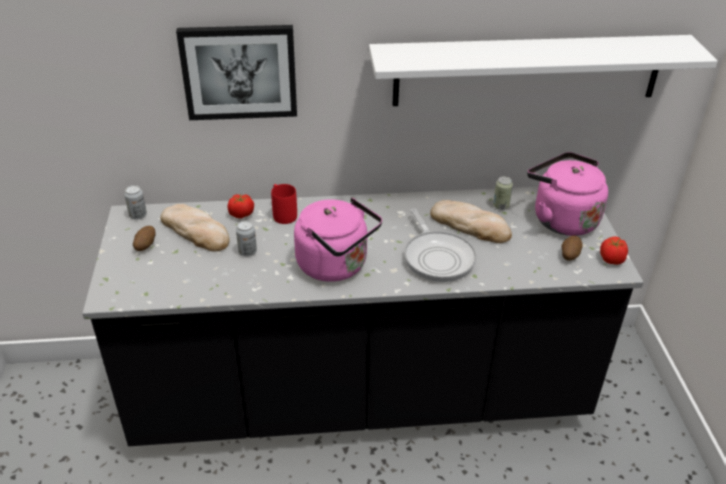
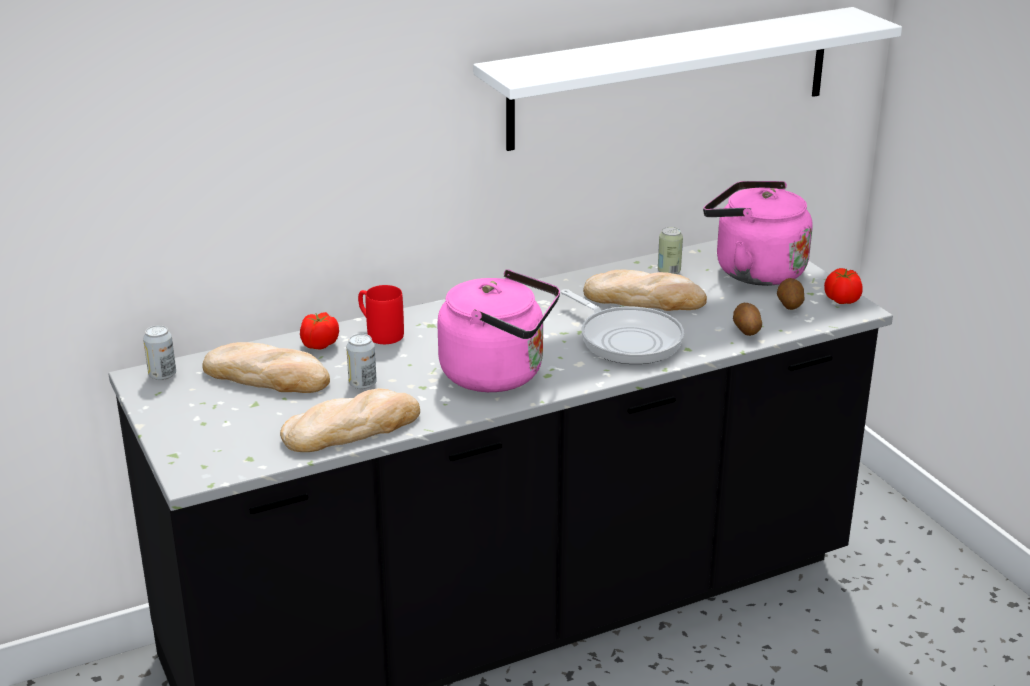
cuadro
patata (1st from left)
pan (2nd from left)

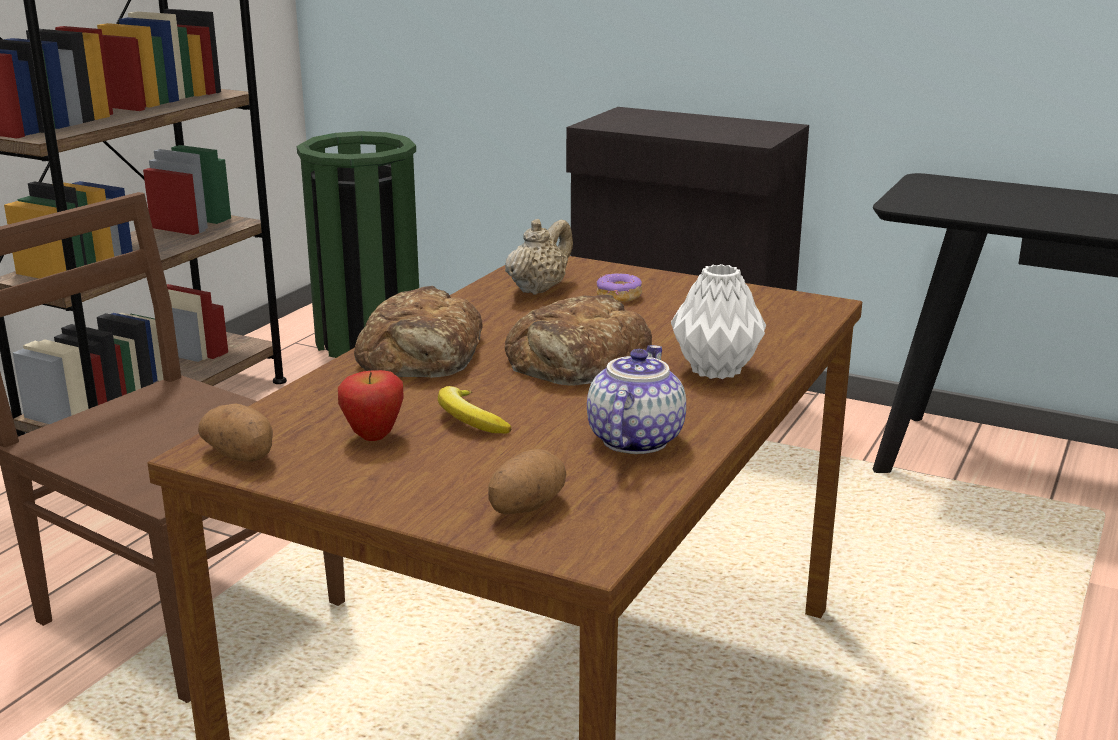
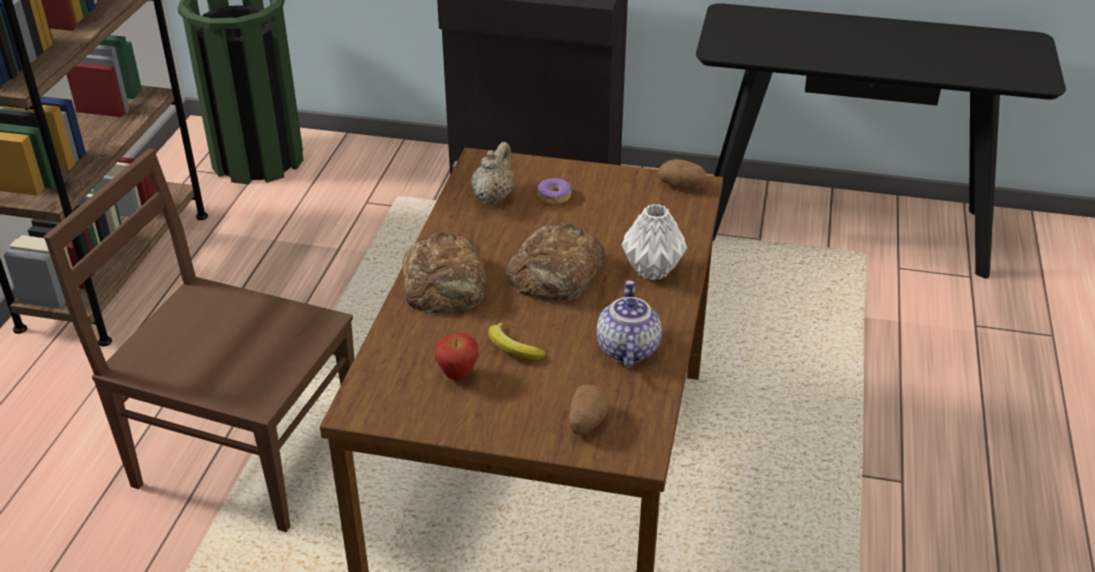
patata (2nd from left)

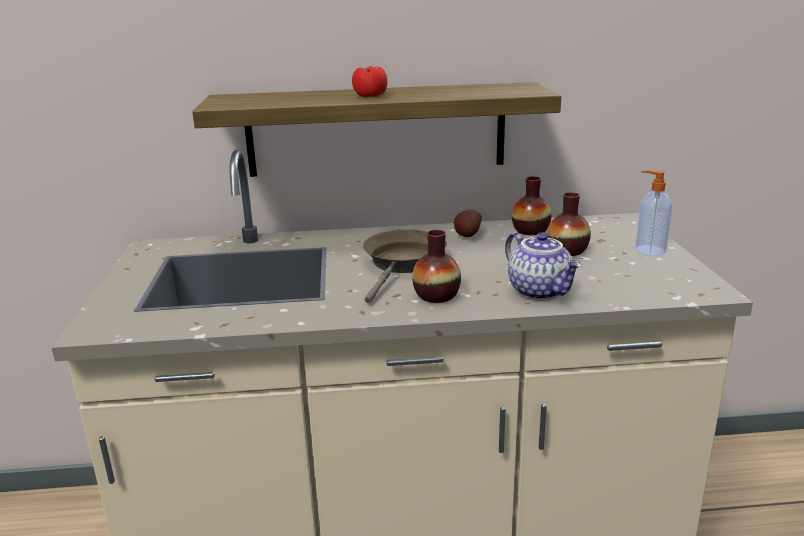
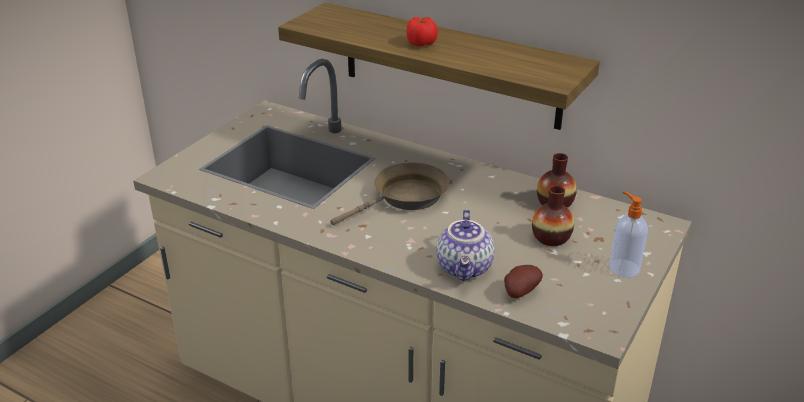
patata
florero (1st from left in the first image)

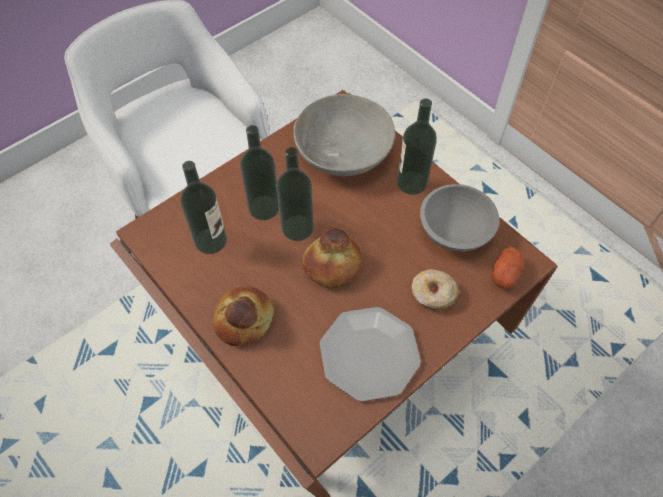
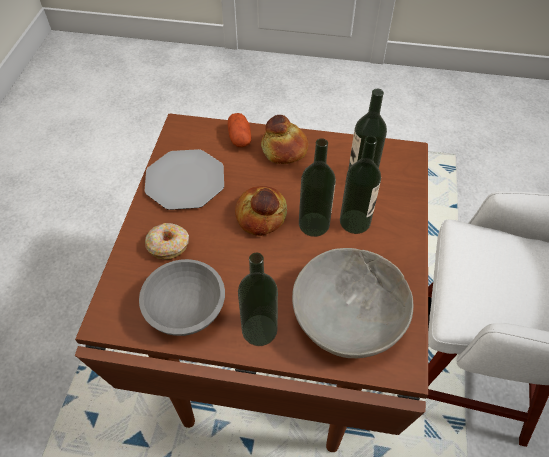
patata

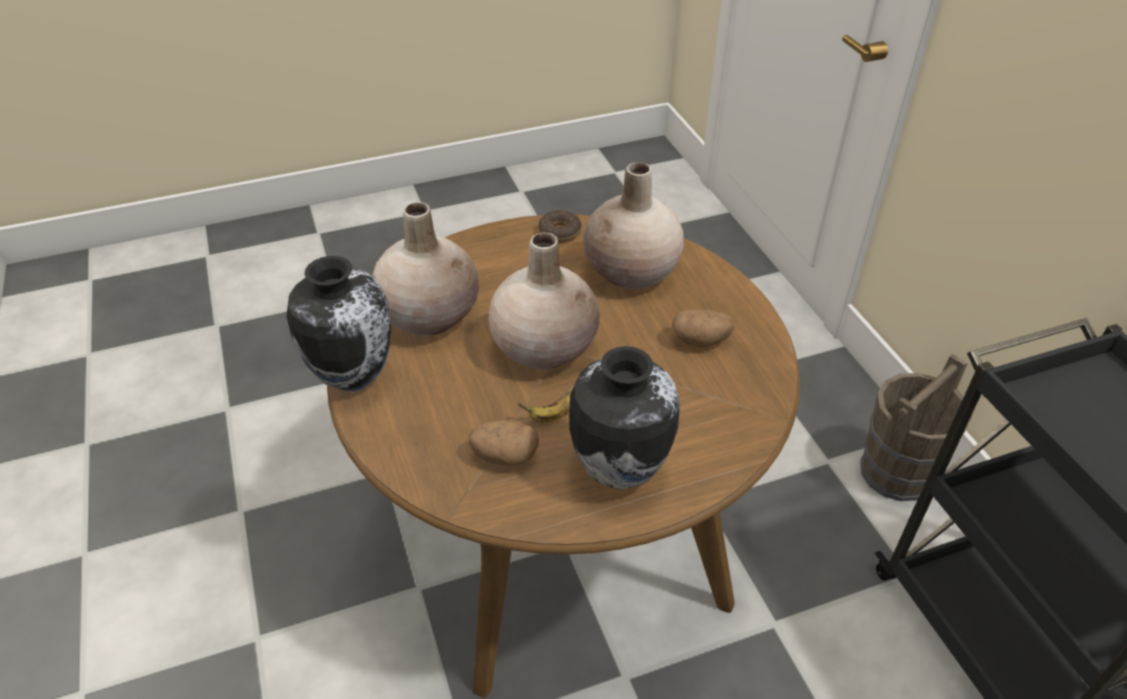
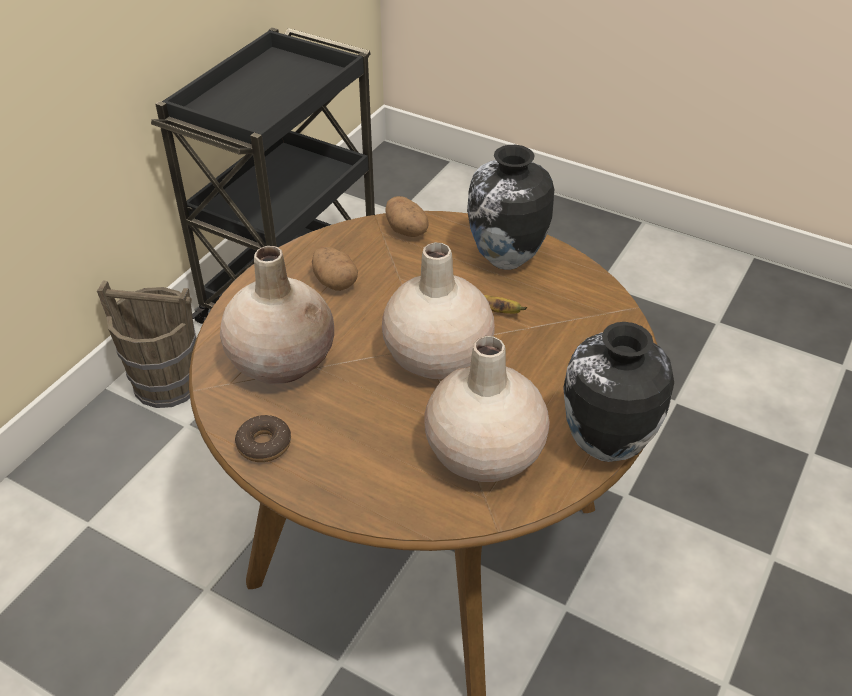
patata (2nd from left)

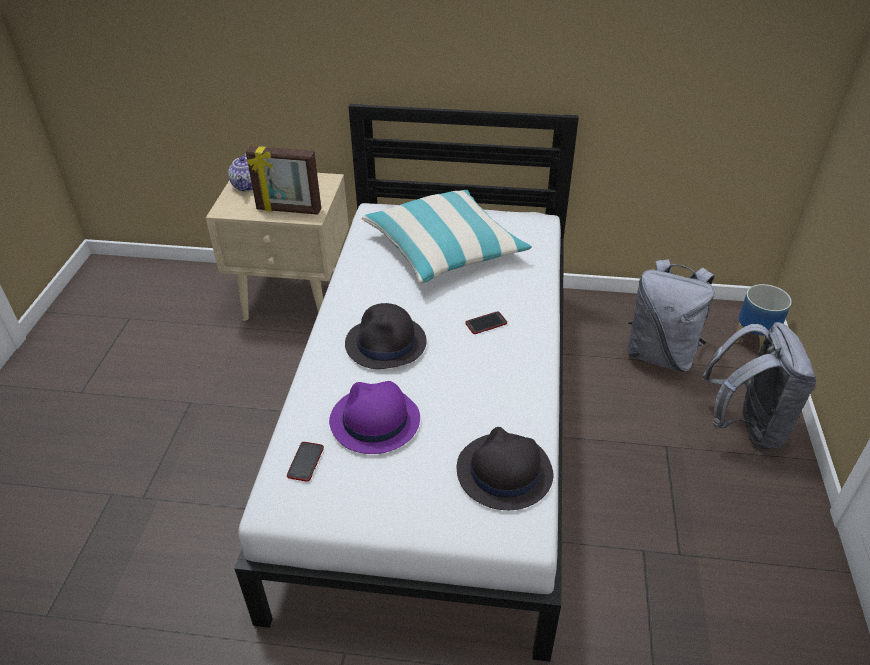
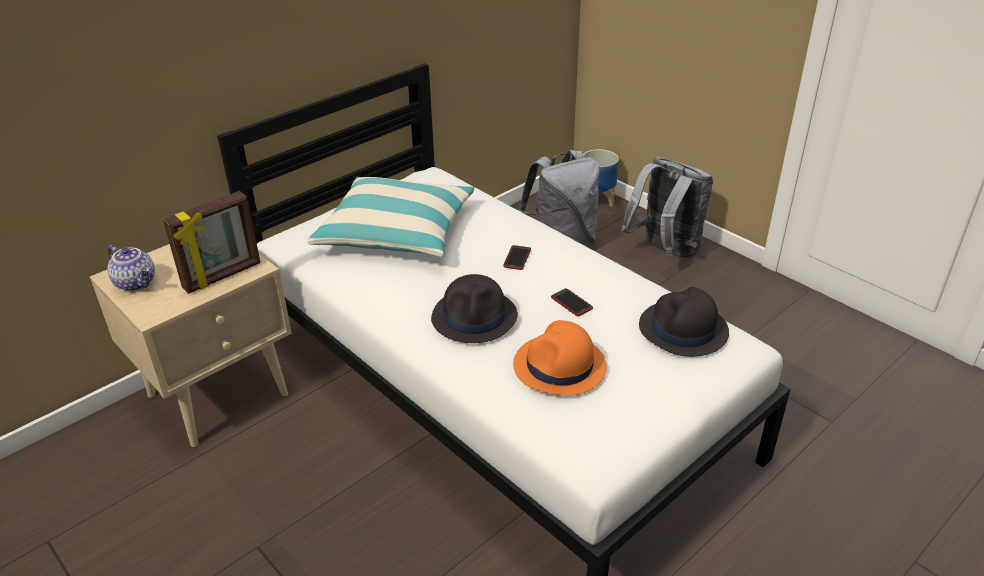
sombrero/naranja
móvil (2nd from left)

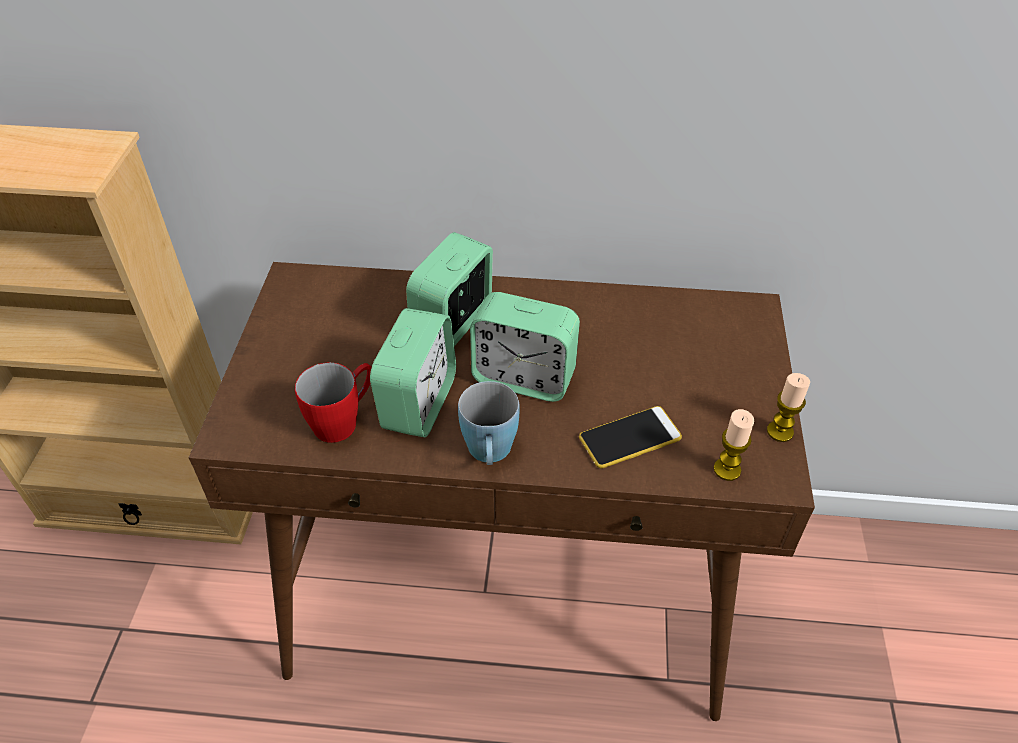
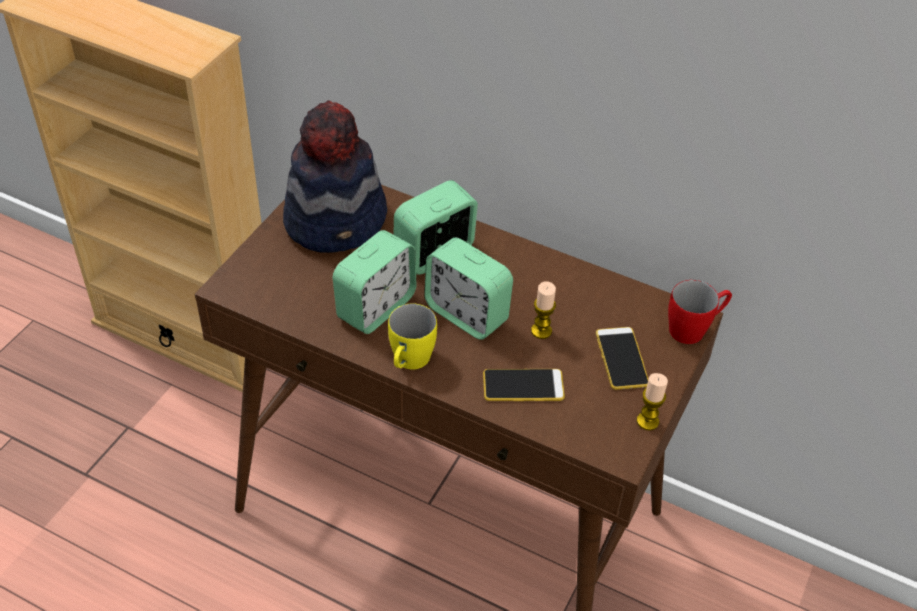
taza grande/rojo
taza grande/amarillo
vela (1st from left)
sombrero
móvil (2nd from left)

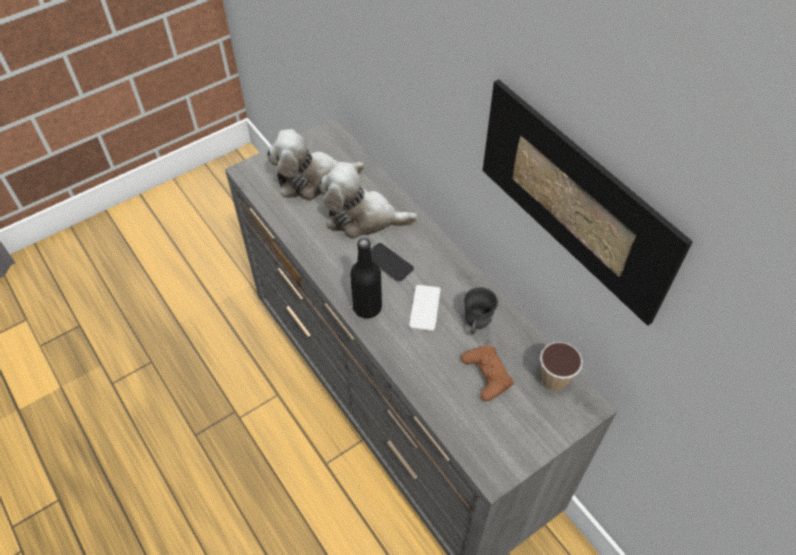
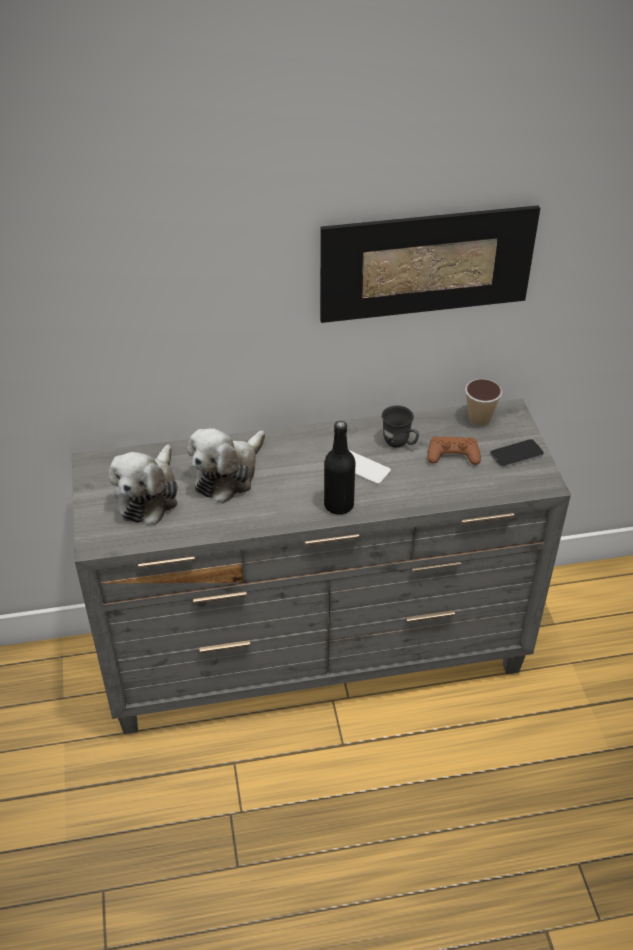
móvil (2nd from left)

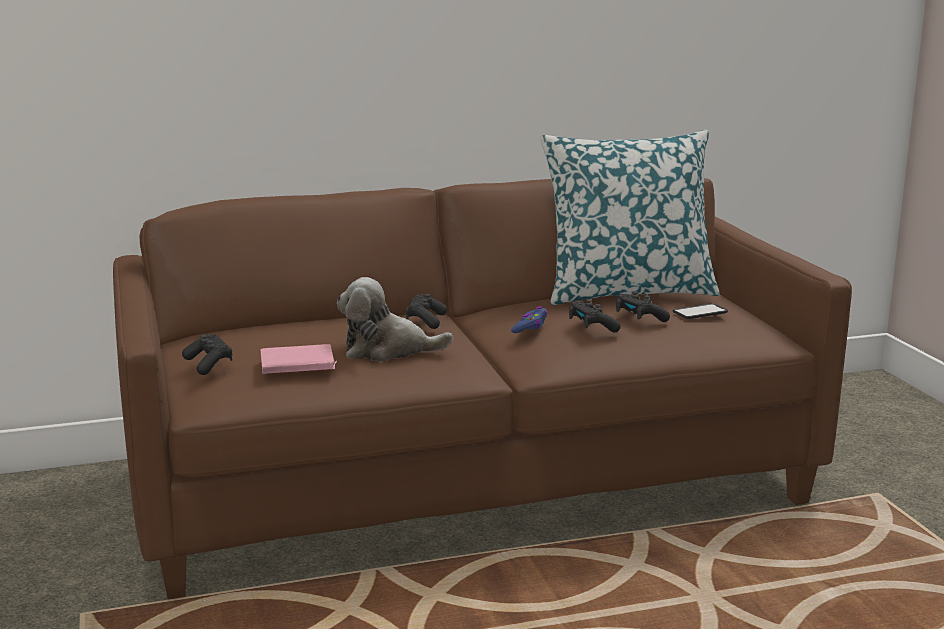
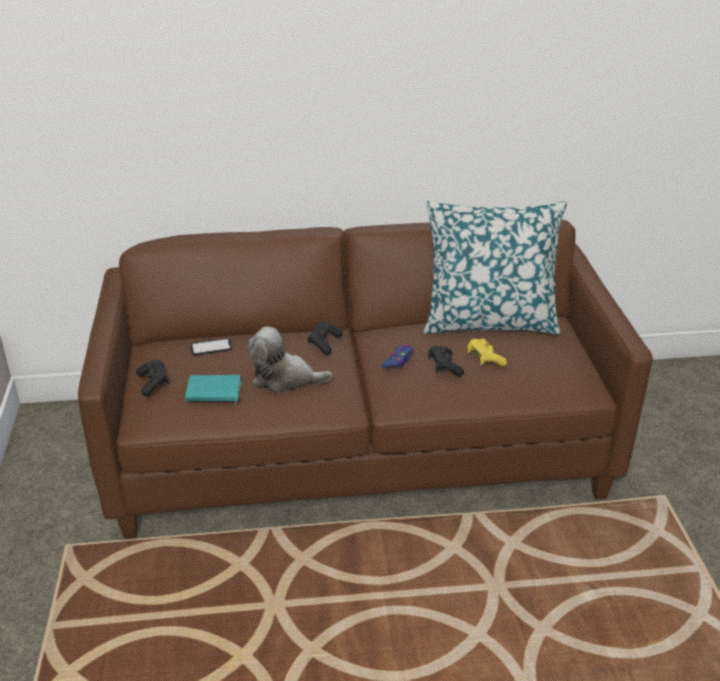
mando de consola/amarillo
móvil
libro/turquesa

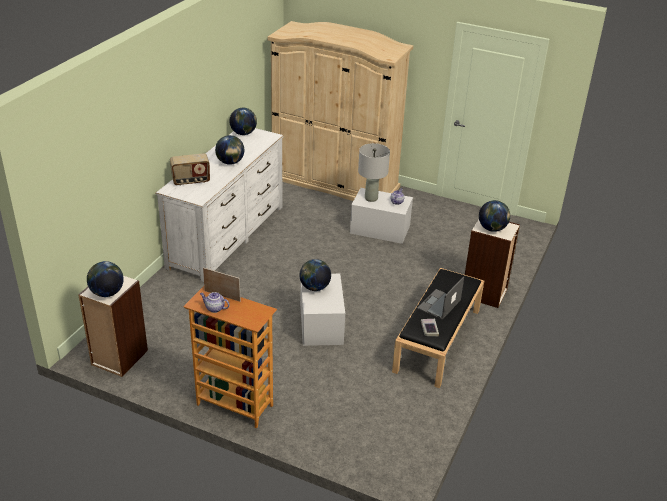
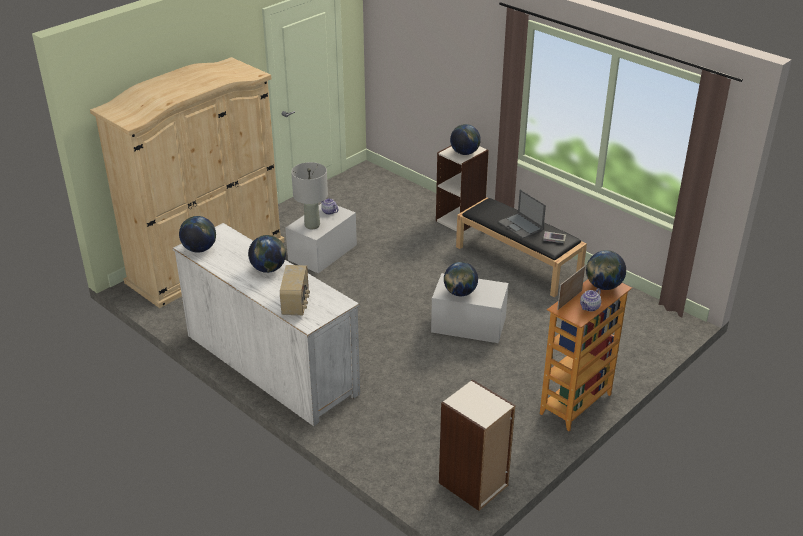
globo terráqueo (5th from left)

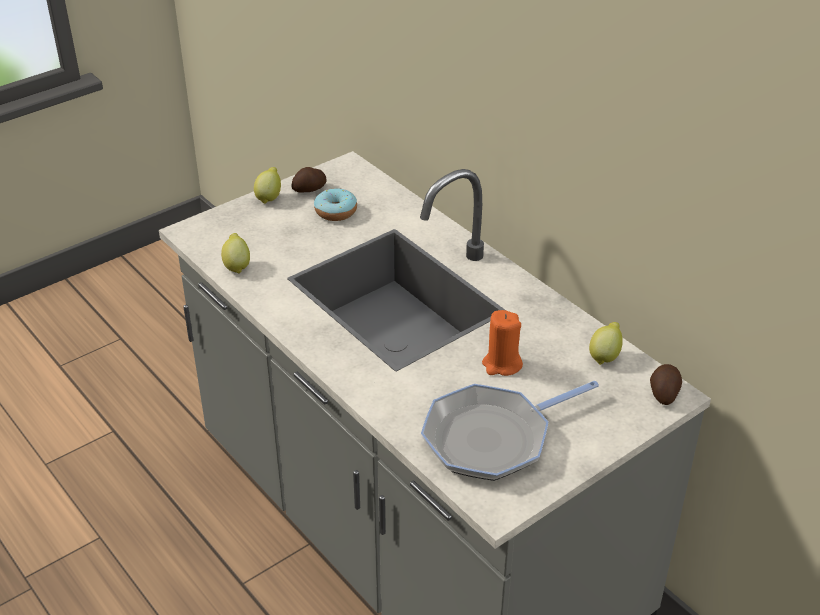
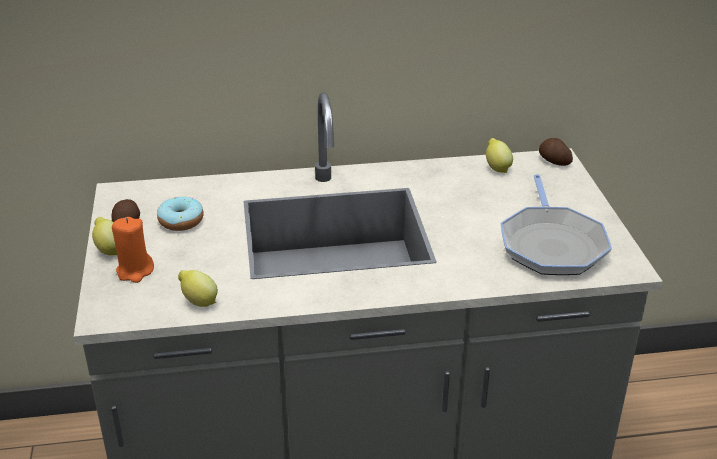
vela/naranja

